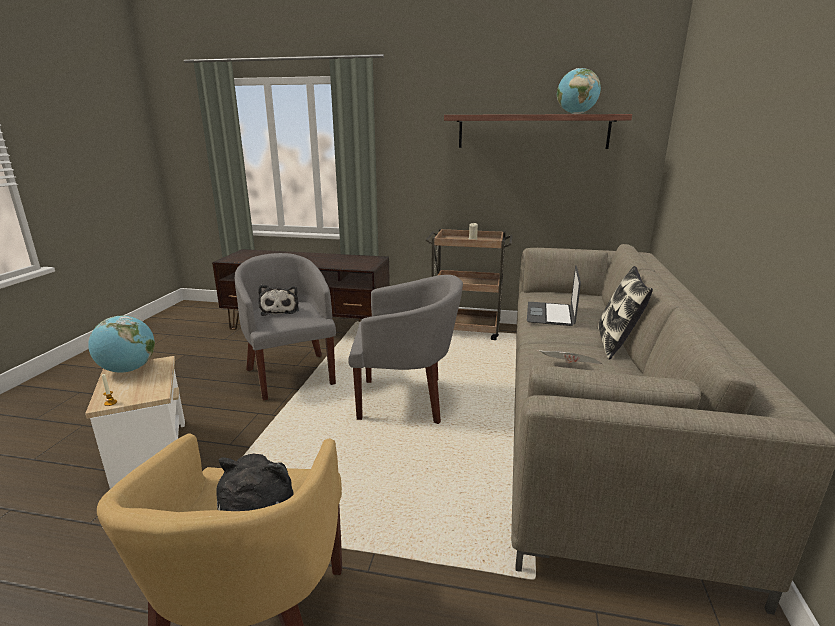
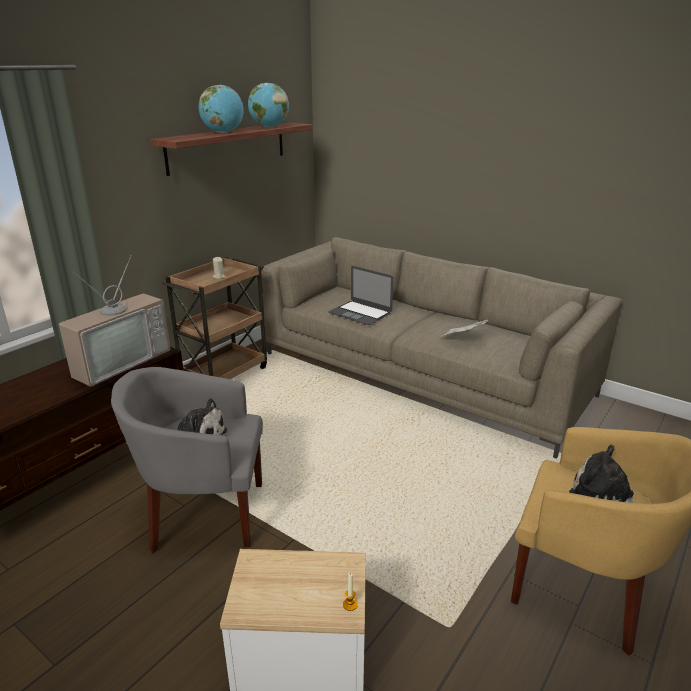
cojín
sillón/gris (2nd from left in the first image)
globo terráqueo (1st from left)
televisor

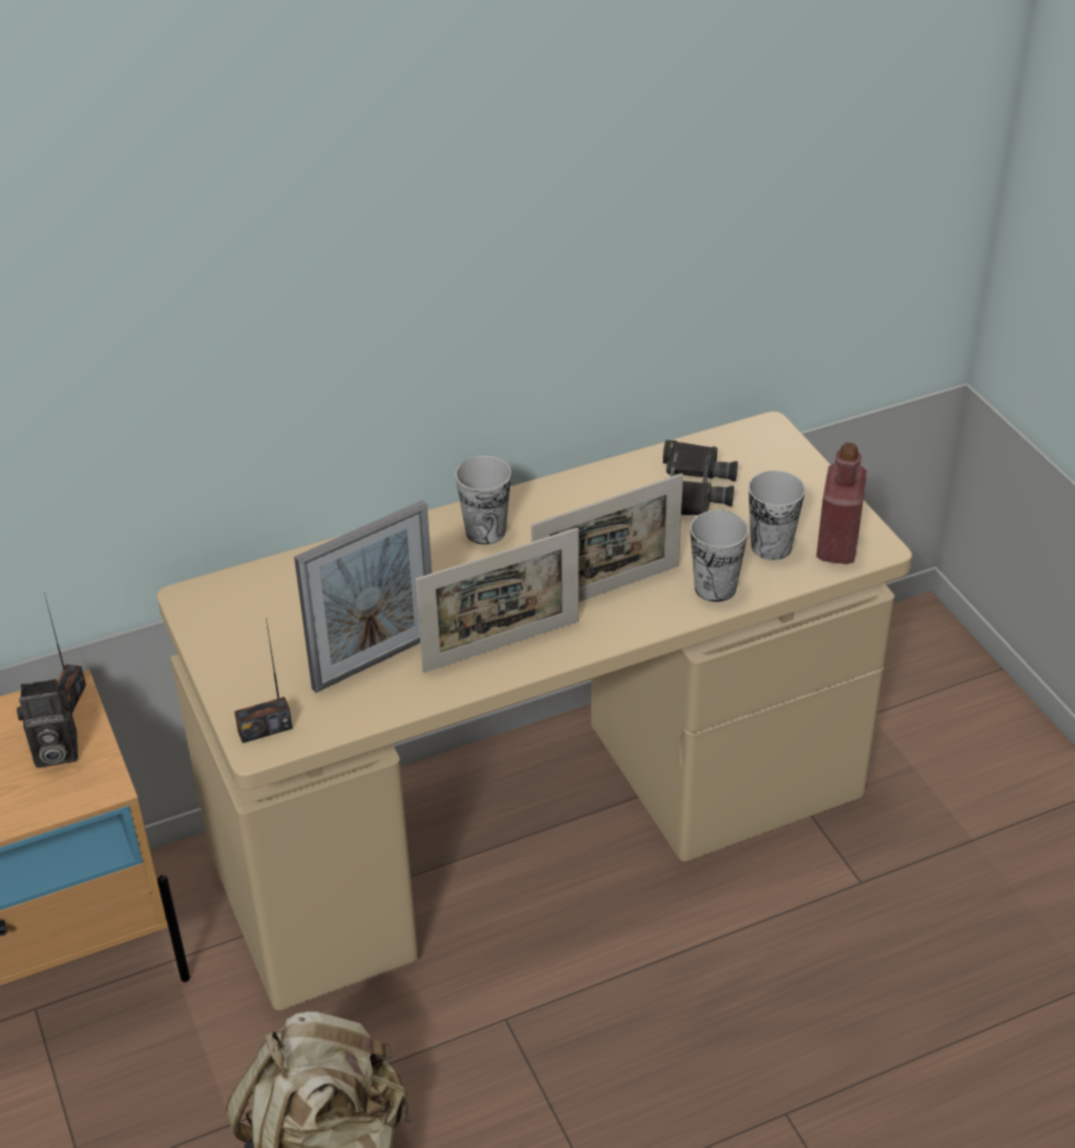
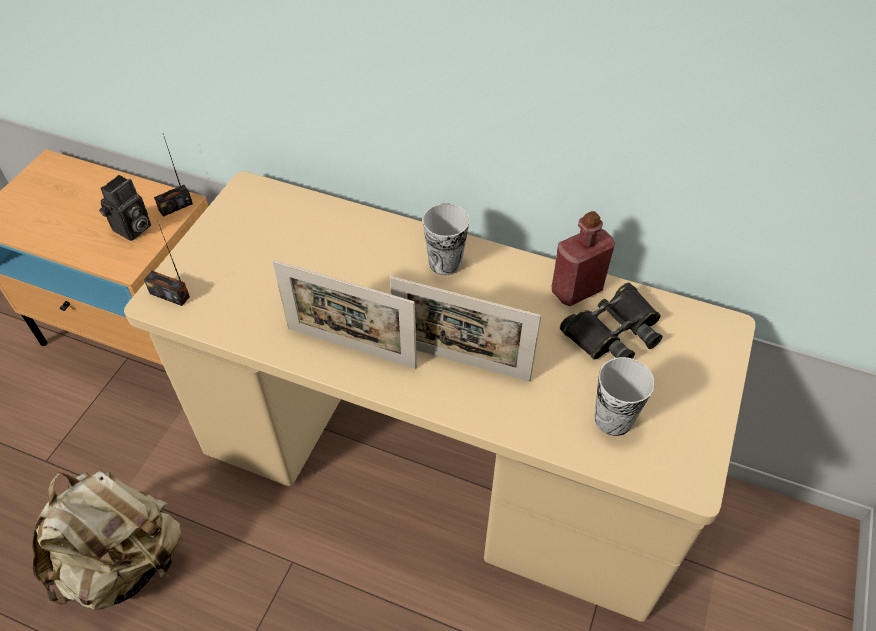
botella/rojo
portarretratos (1st from left in the first image)
taza (2nd from left in the first image)
cámara

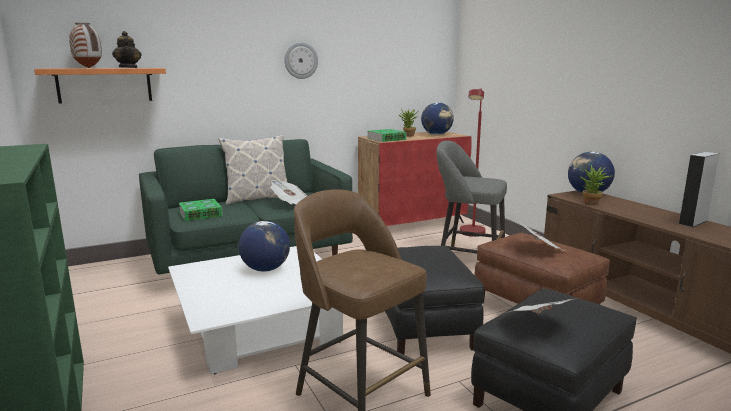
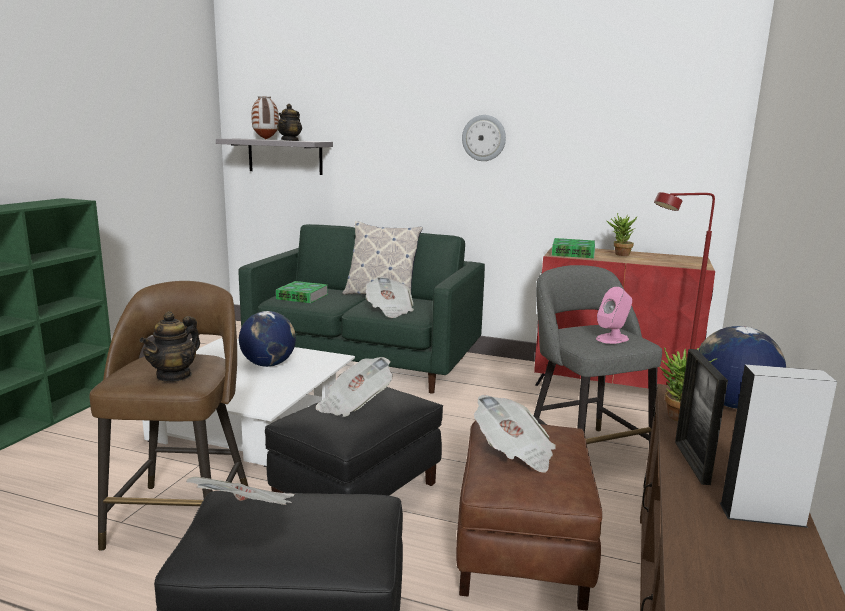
estante/gris
globo terráqueo (2nd from left in the first image)
altavoz/rosa
tetera (1st from left)
portarretratos
periódico (2nd from left)

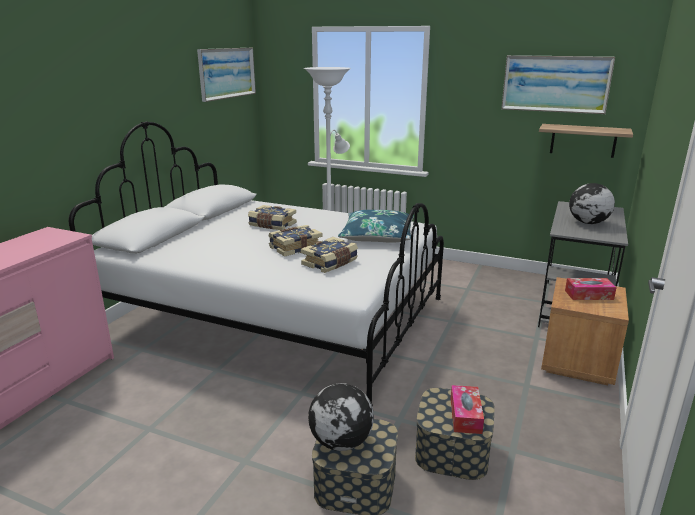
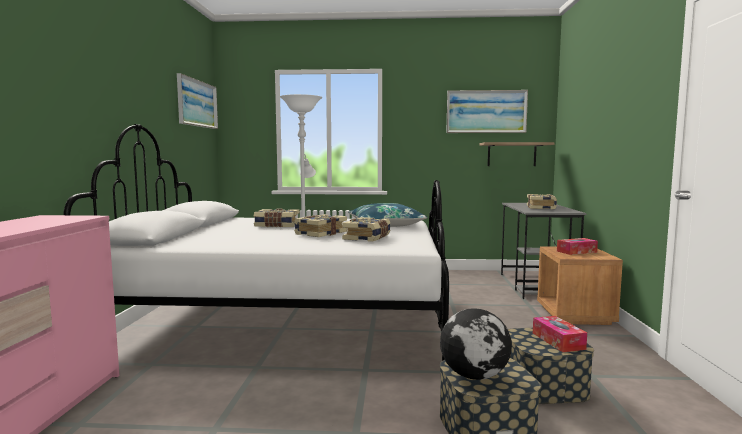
libro (4th from left)

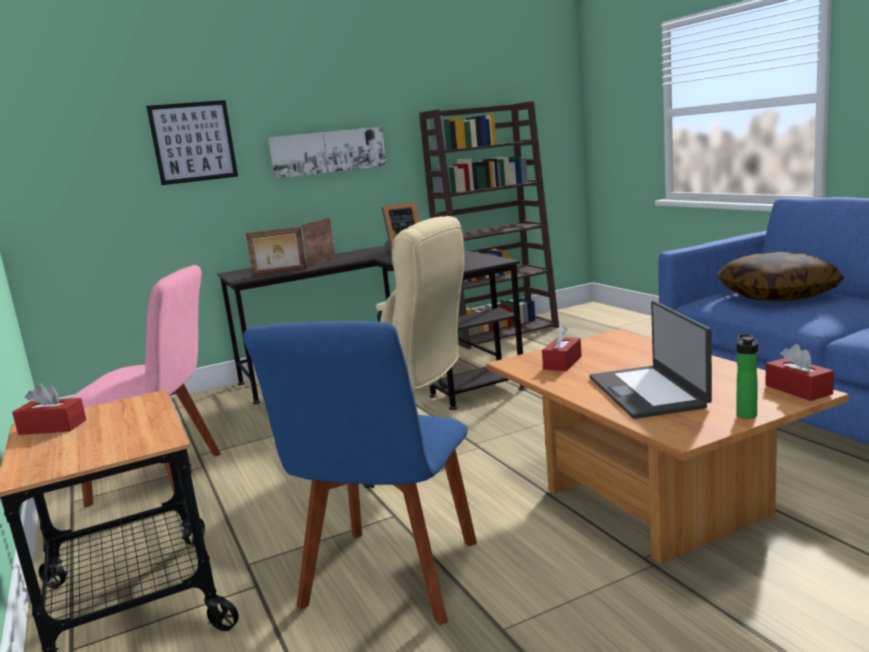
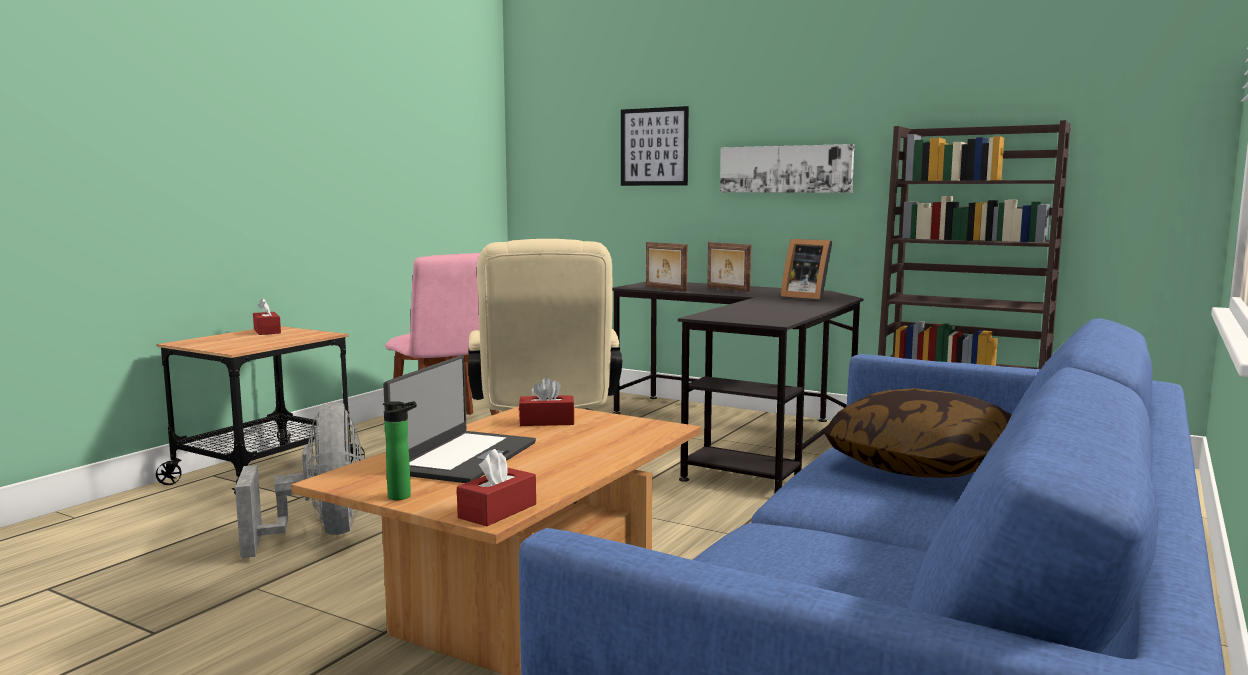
portarretratos (2nd from left)
portátil
ventilador/gris

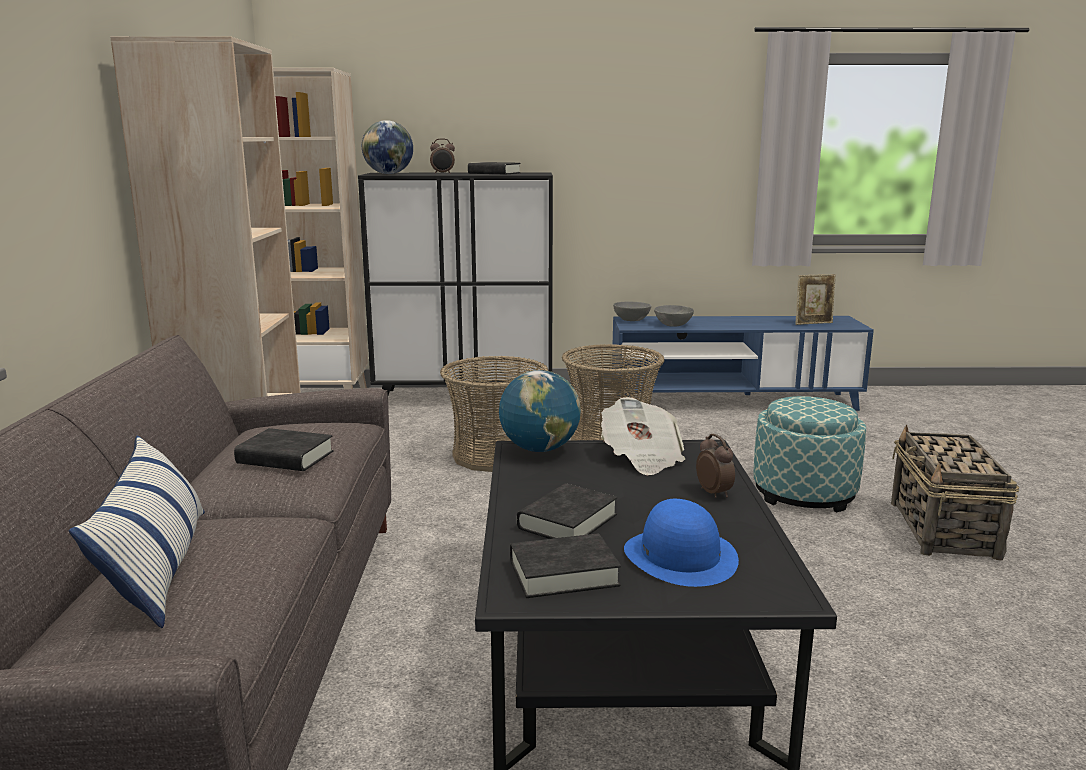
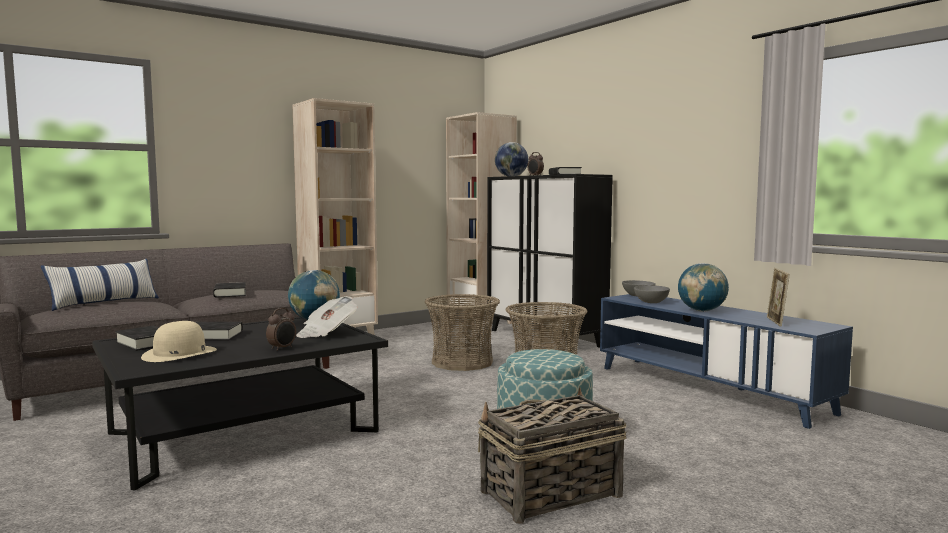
portarretratos
sombrero/beis
globo terráqueo (3rd from left)

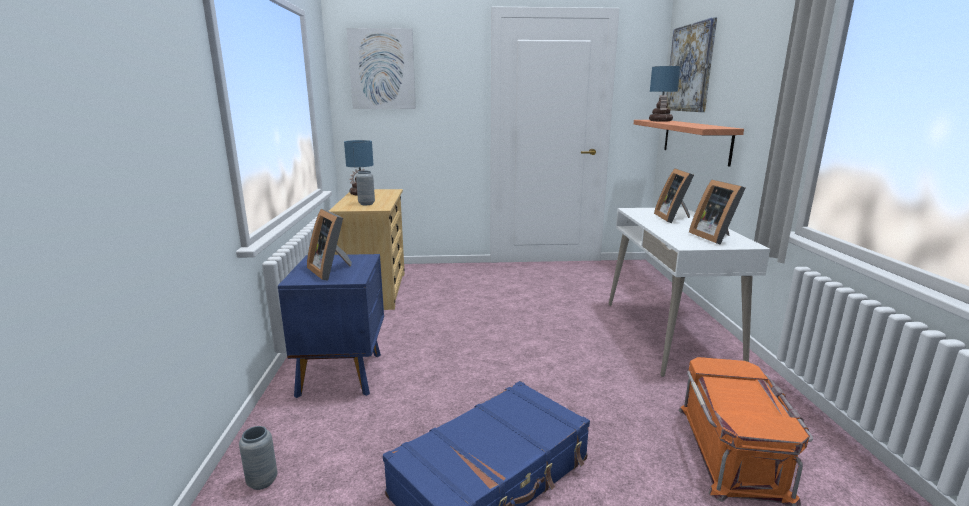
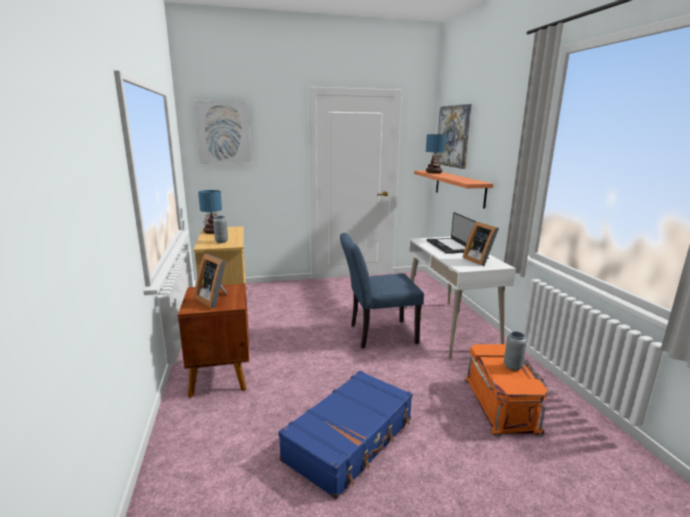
portátil
mesita de noche/marrón
florero/gris (2nd from left)
silla/azul

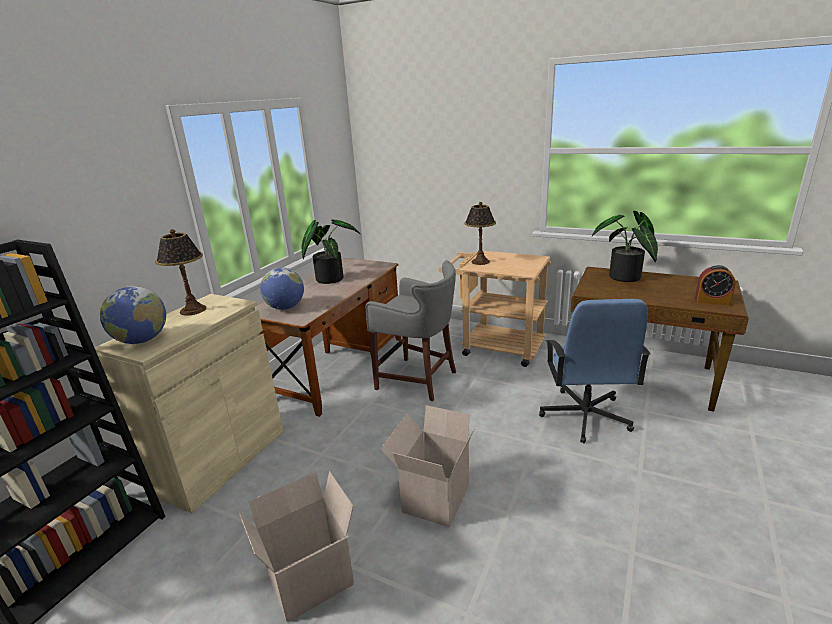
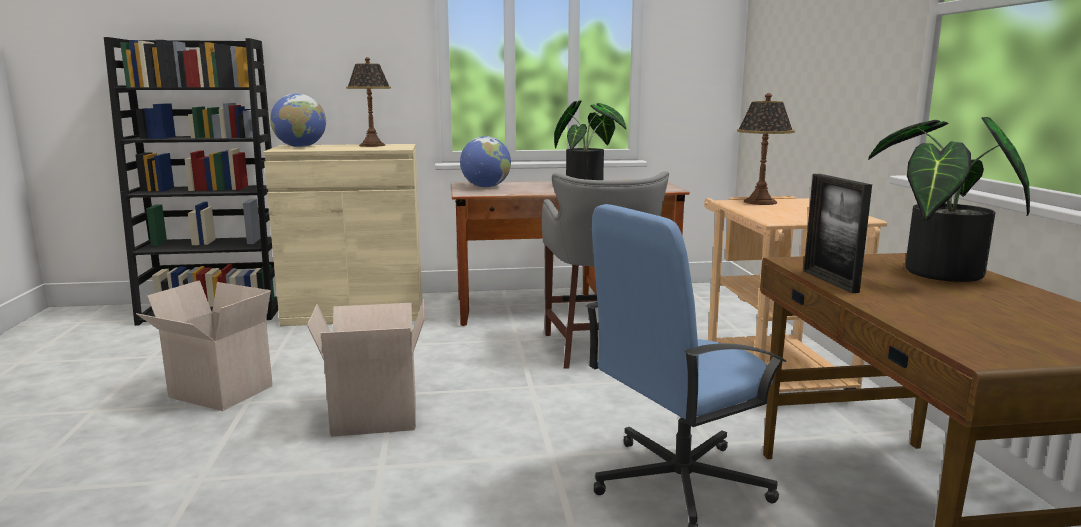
despertador
portarretratos

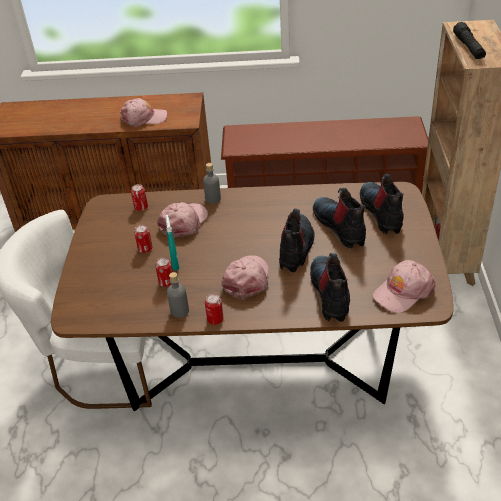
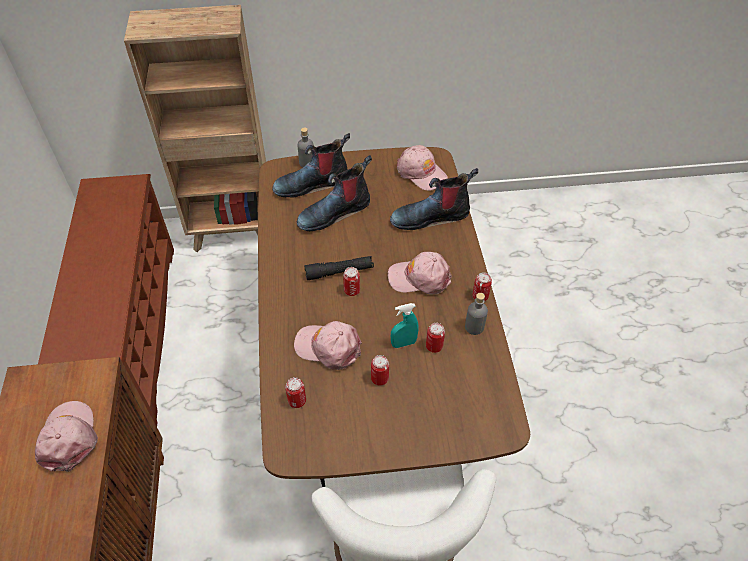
linterna/negro
botella/gris (1st from left)
bota (1st from left in the first image)
lata (2nd from left)

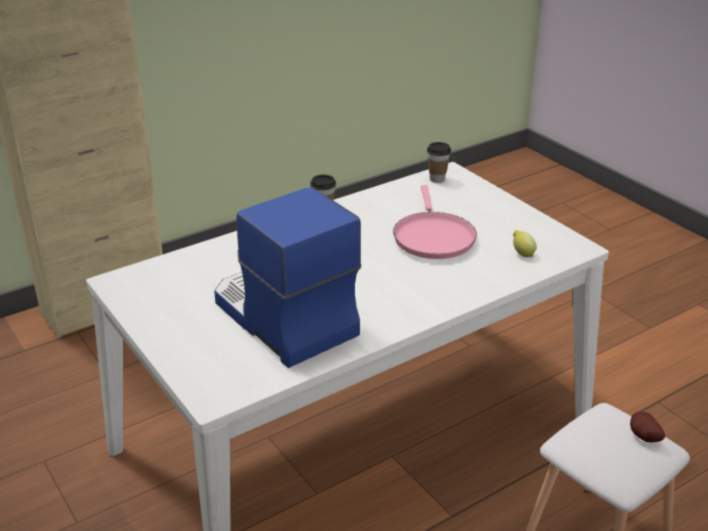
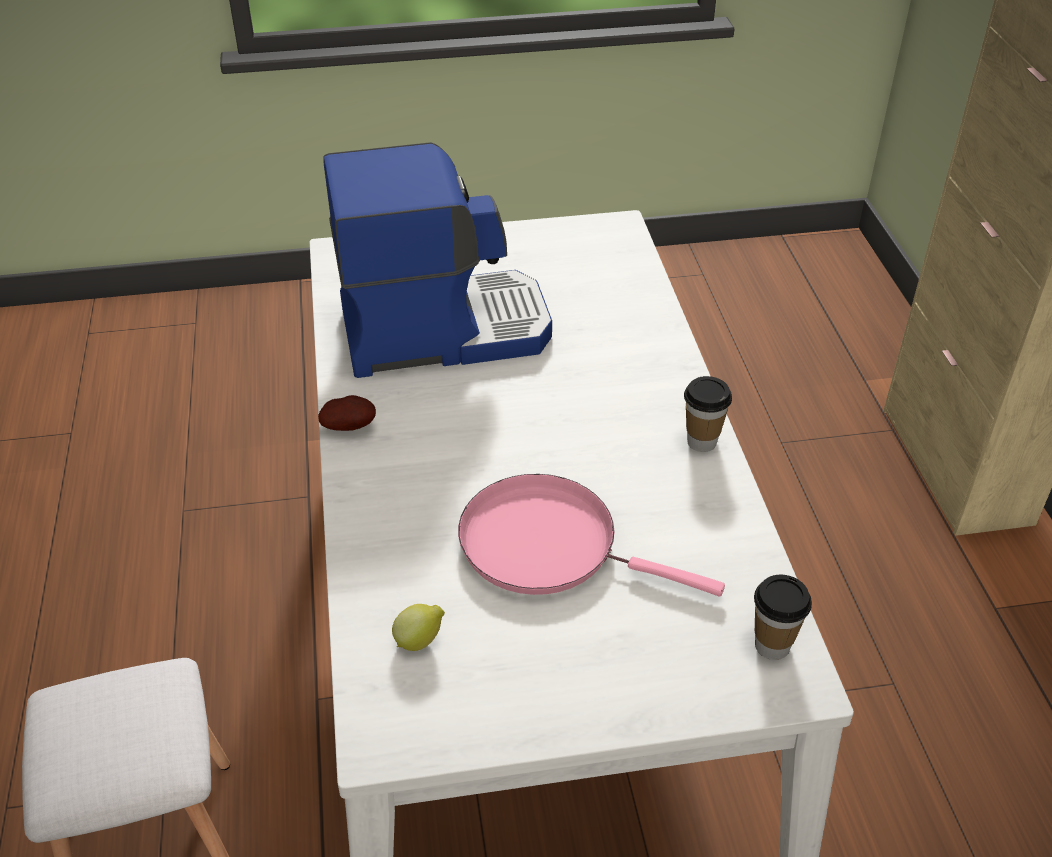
patata

